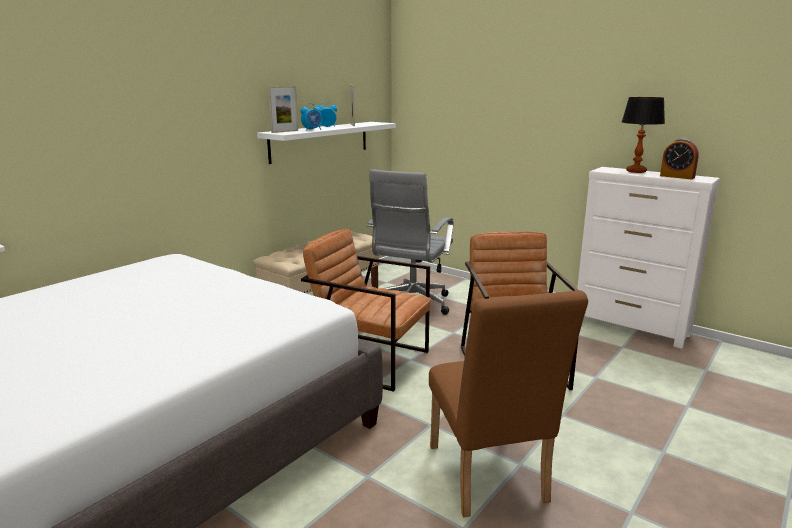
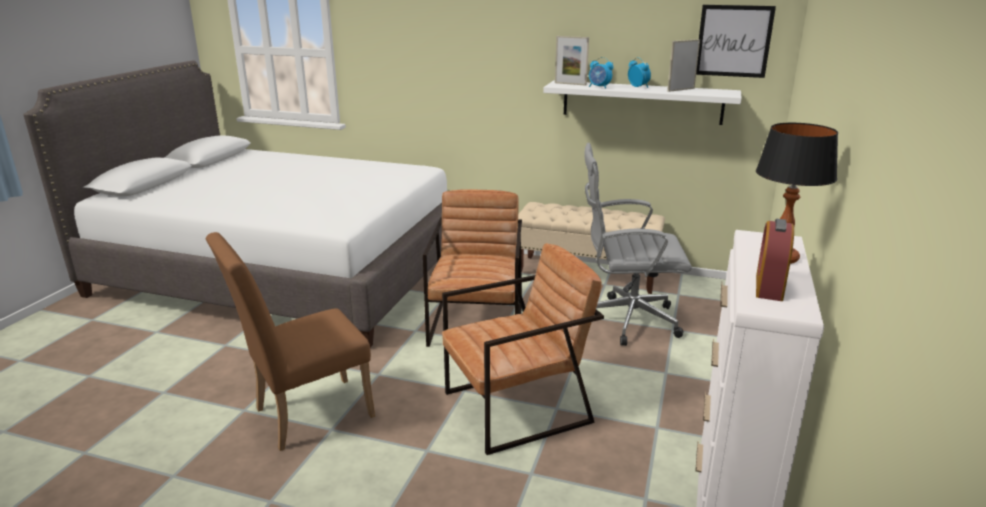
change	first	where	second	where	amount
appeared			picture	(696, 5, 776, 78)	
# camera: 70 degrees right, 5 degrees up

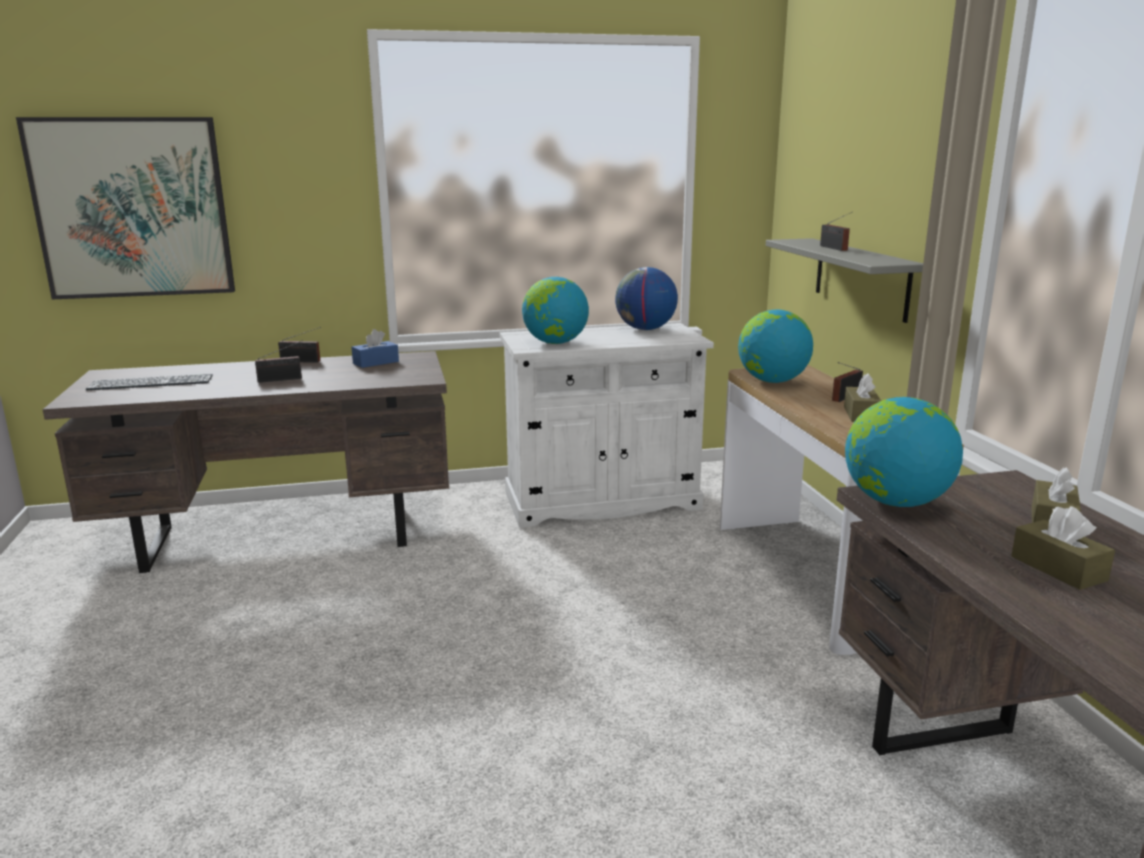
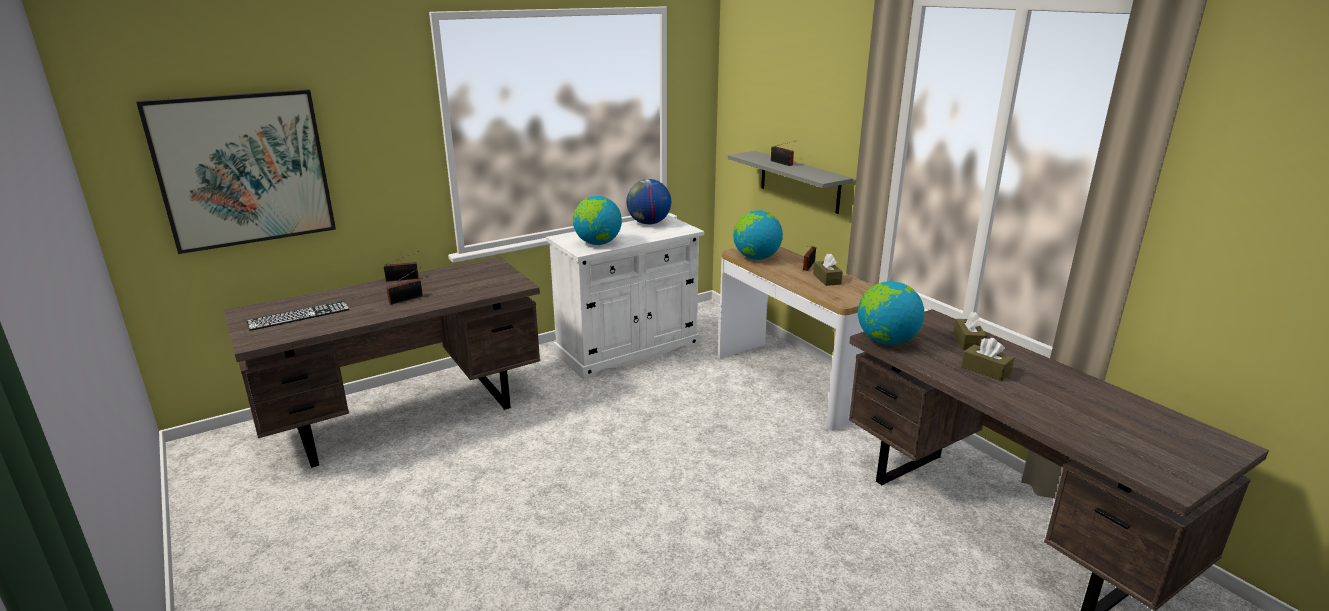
change	first	where	second	where	amount
missing	blue tissue box	(351, 329, 399, 368)			
# camera: 20 degrees left, 5 degrees up

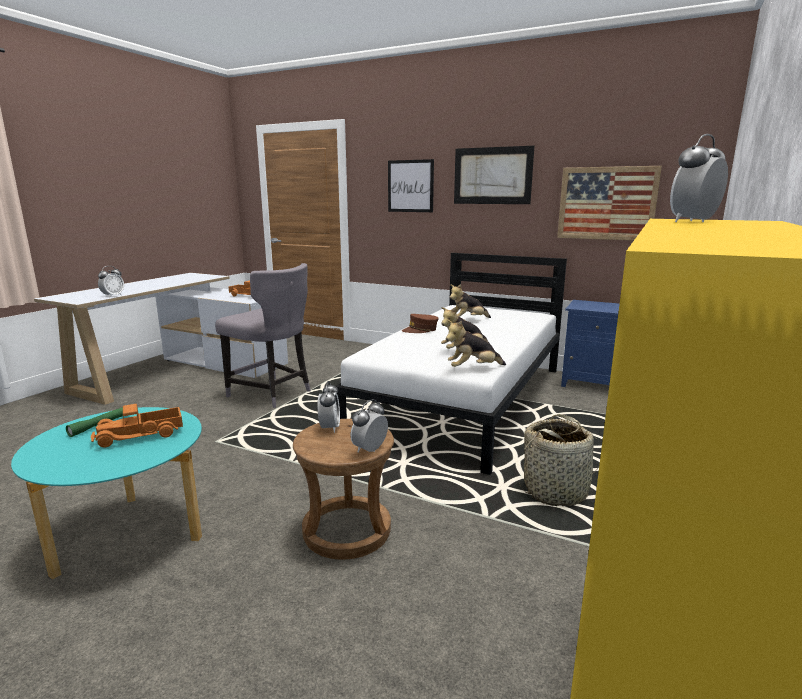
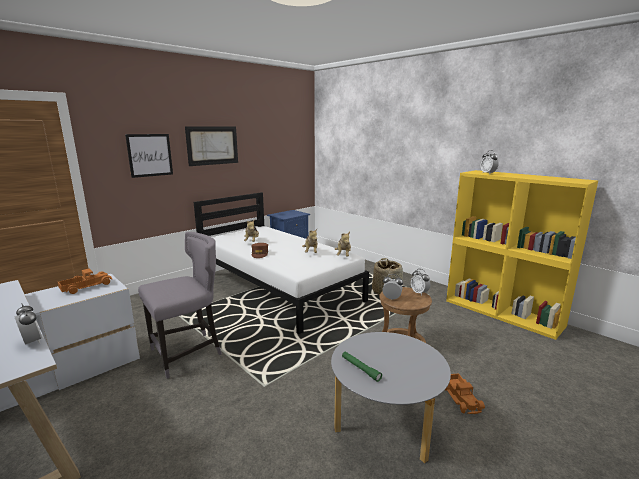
change	first	where	second	where	amount
missing	picture	(557, 166, 662, 241)			
relocated	toy truck	(91, 404, 183, 448)		(445, 373, 485, 414)	
colour	blue-green coffee table	(11, 407, 202, 580)	grey coffee table	(331, 332, 451, 463)	
# camera: 70 degrees left, 0 degrees up

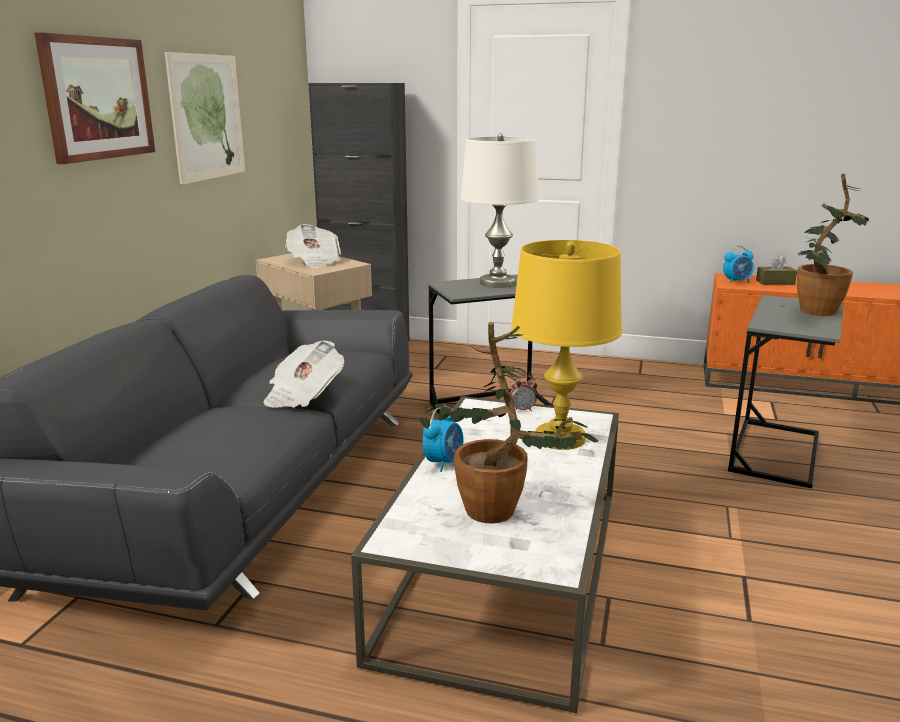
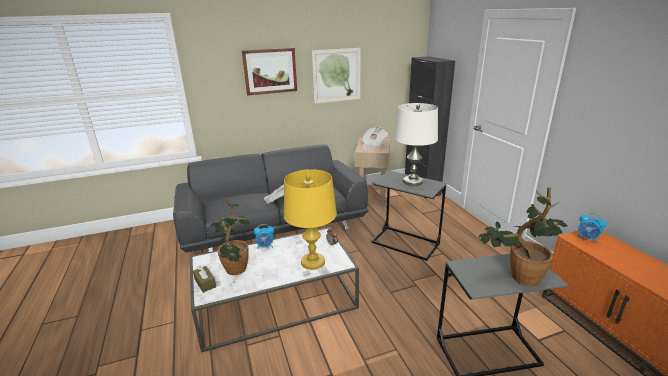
change	first	where	second	where	amount
relocated	brown tissue box	(756, 255, 797, 285)		(193, 266, 216, 293)	
# camera: 55 degrees right, 5 degrees up

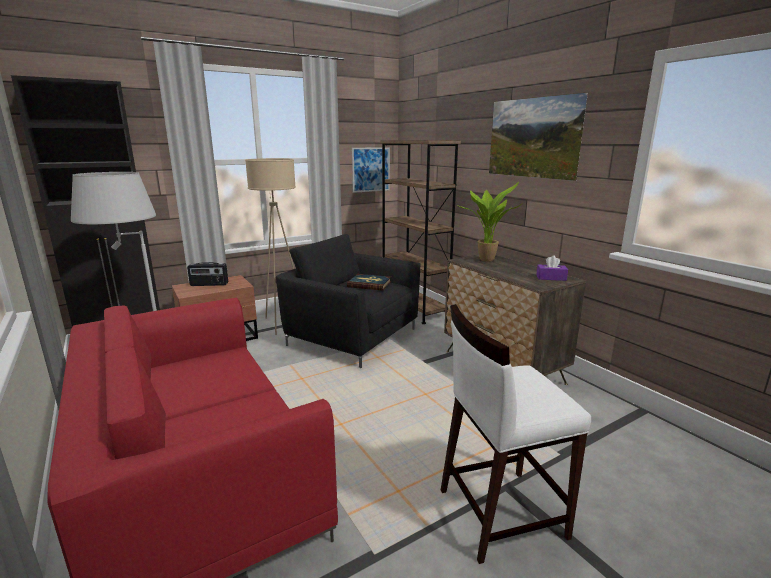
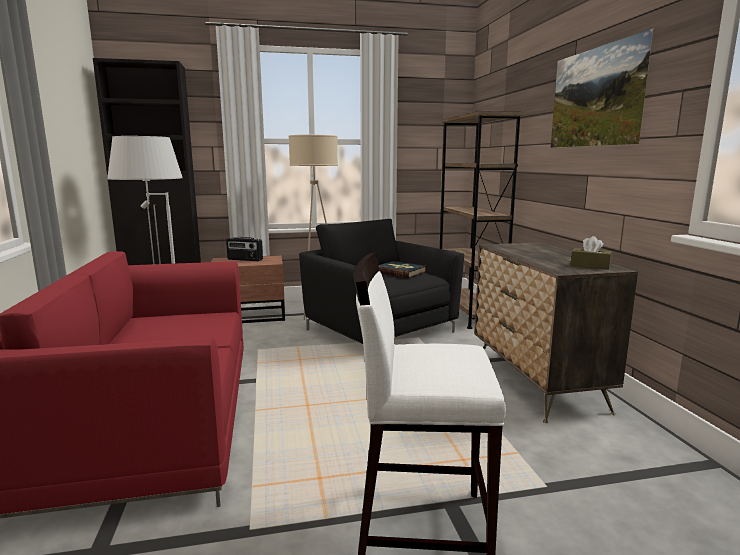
change	first	where	second	where	amount
missing	picture	(352, 147, 390, 193)			
missing	plant in a pot	(456, 182, 522, 262)			
colour	purplish tissue box	(536, 256, 568, 281)	brown tissue box	(570, 236, 612, 270)	
# camera: 20 degrees right, 5 degrees down

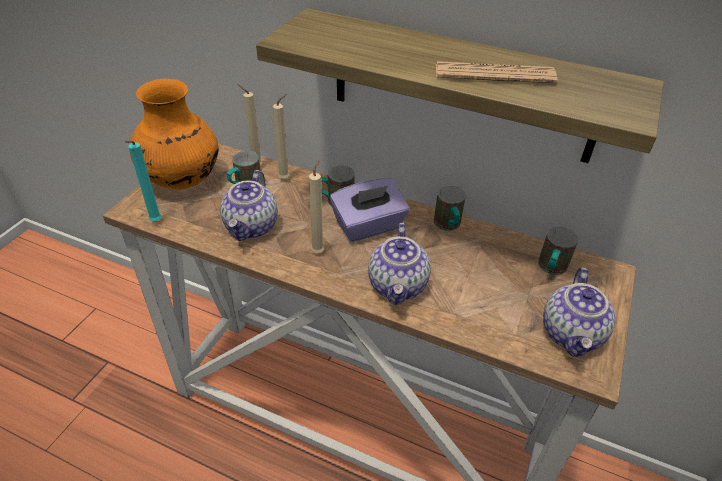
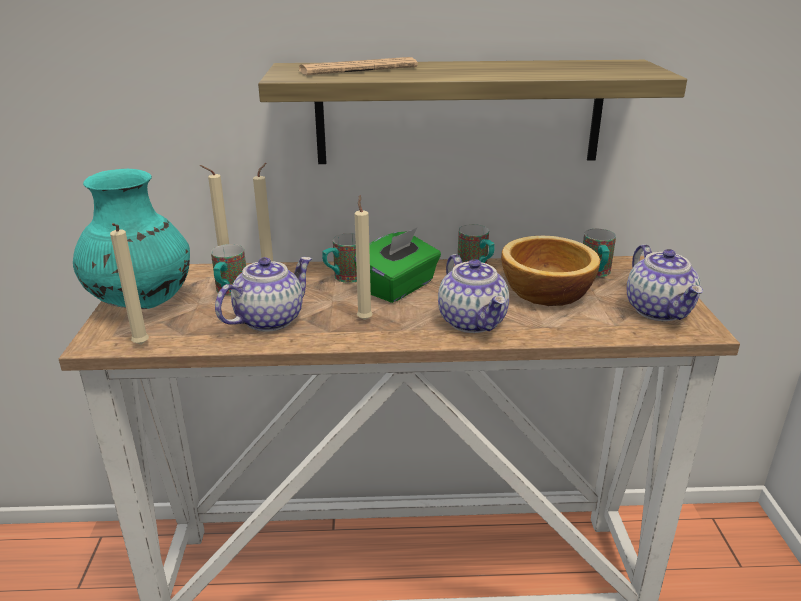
change	first	where	second	where	amount
relocated	printed paper	(436, 61, 558, 84)		(299, 57, 418, 75)	
colour	orange-coloured vase	(130, 79, 219, 189)	blue-green vase	(73, 169, 190, 309)	
colour	blue-green candle	(125, 141, 162, 221)	sand-coloured candle	(110, 223, 149, 345)	
spun	tea pot	(220, 170, 278, 241)		(215, 257, 312, 332)	120 degrees counterclockwise
colour	purplish tissue box	(330, 178, 409, 242)	greenish tissue box	(354, 228, 441, 303)	
appeared			deep dish	(501, 236, 600, 306)	
# camera: 25 degrees left, 15 degrees down

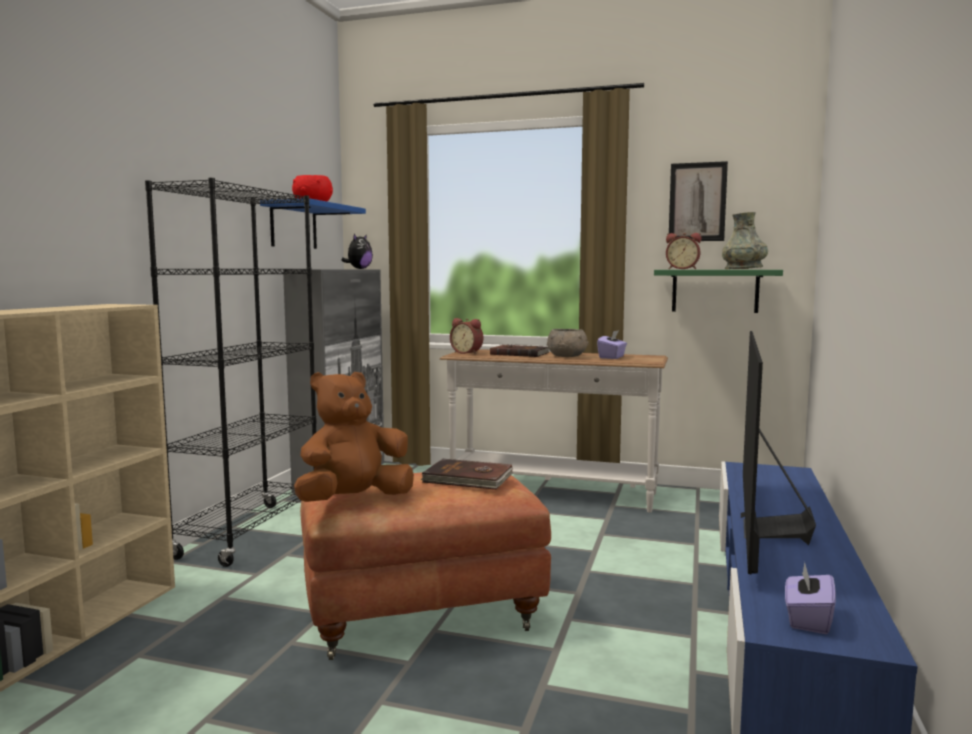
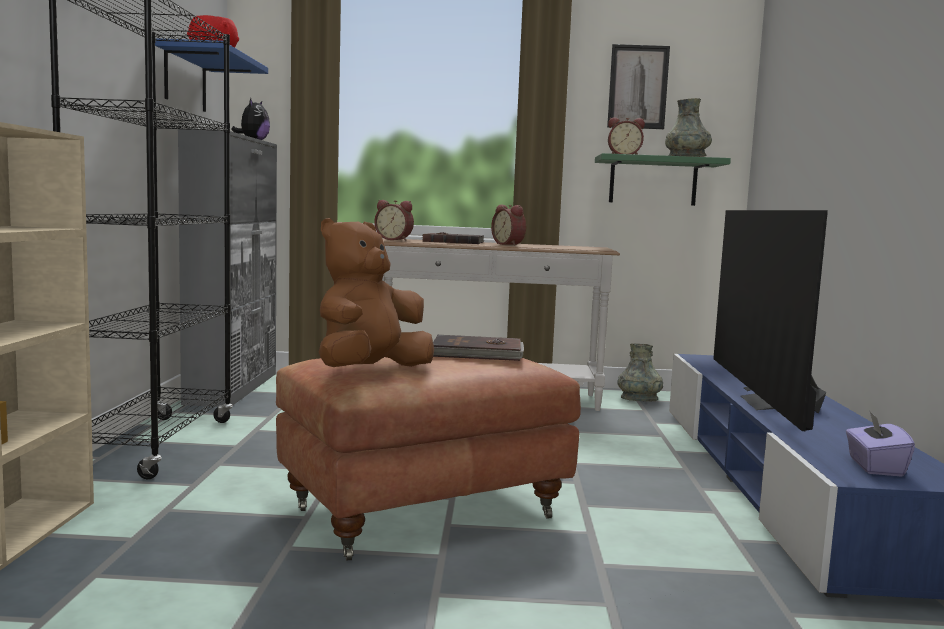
change	first	where	second	where	amount
exchanged	grey deep dish	(547, 329, 588, 357)	table clock	(491, 205, 526, 246)	
missing	purplish tissue box	(597, 330, 627, 359)			
appeared			grey vase	(618, 344, 663, 402)	
# camera: 15 degrees left, 0 degrees up

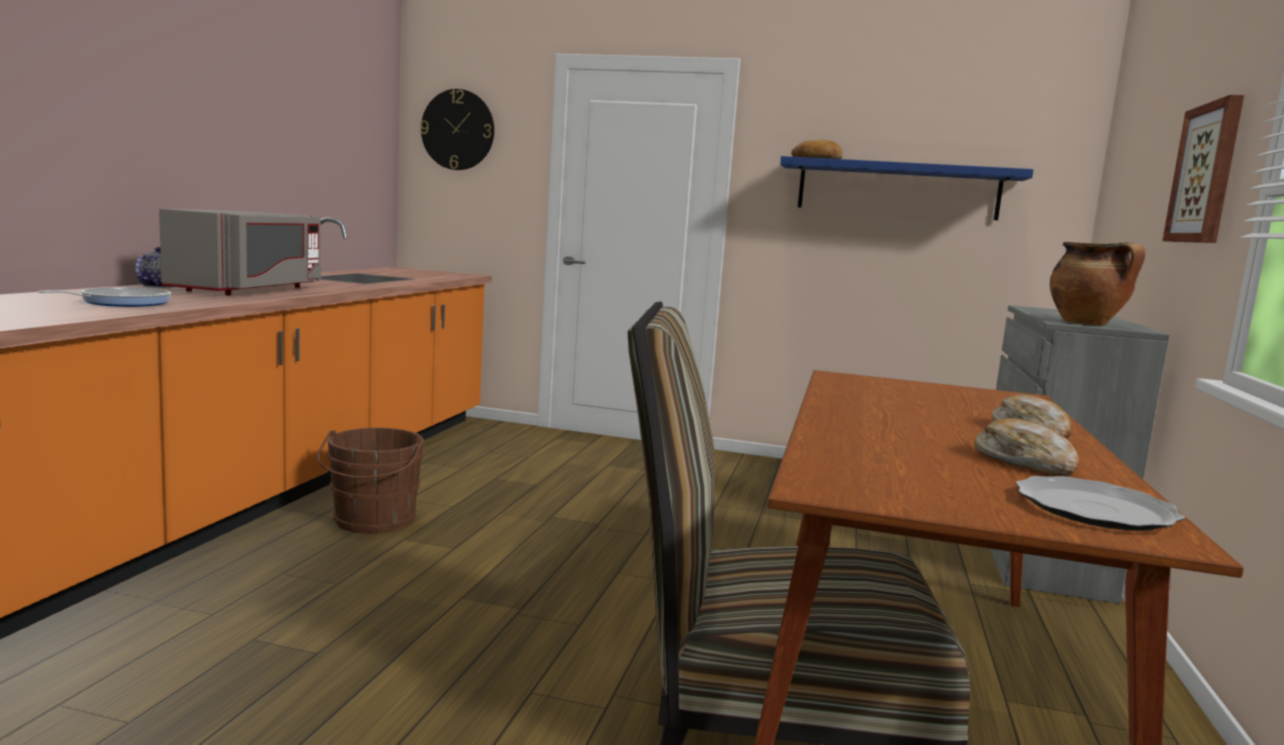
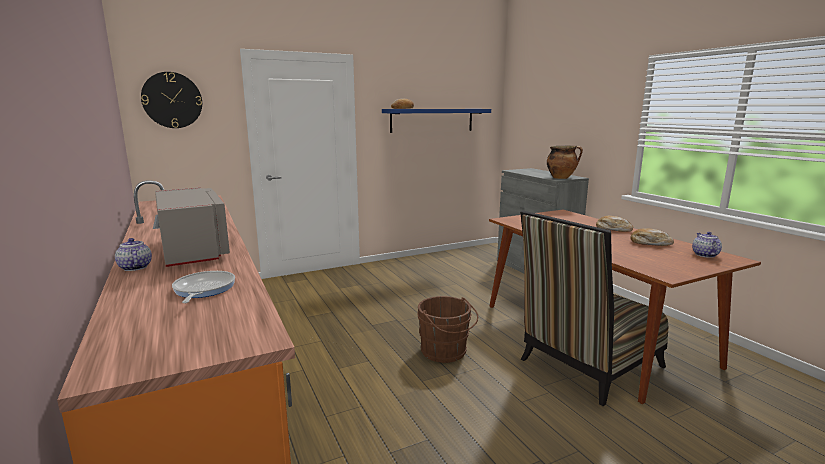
change	first	where	second	where	amount
missing	picture	(1162, 95, 1244, 243)			
relocated	brown pail	(317, 428, 424, 534)		(417, 296, 478, 363)	
exchanged	dinner plate	(1015, 476, 1185, 531)	tea pot	(692, 232, 722, 258)	
# camera: 40 degrees left, 5 degrees up

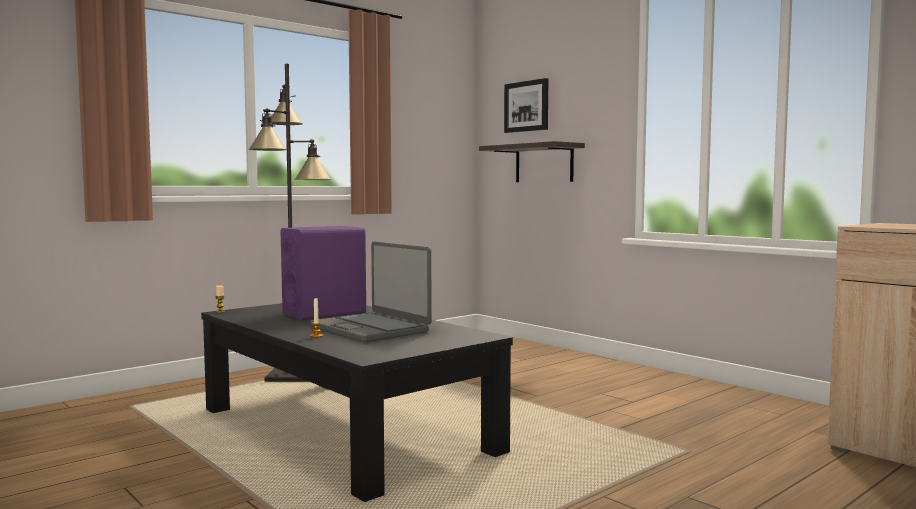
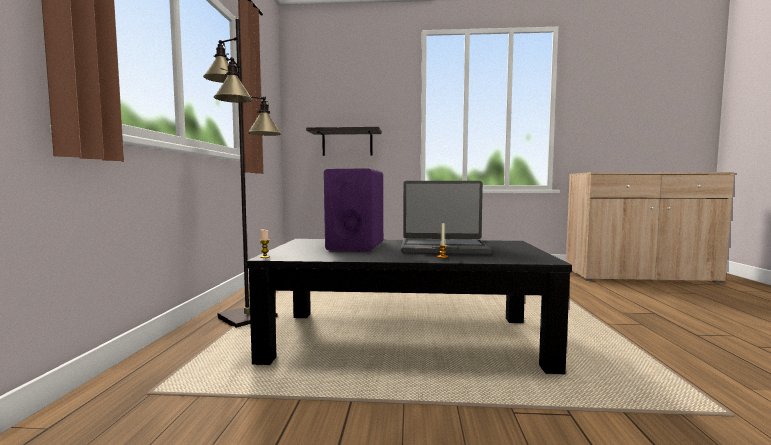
change	first	where	second	where	amount
missing	picture	(504, 78, 548, 133)			
# camera: 45 degrees left, 0 degrees up

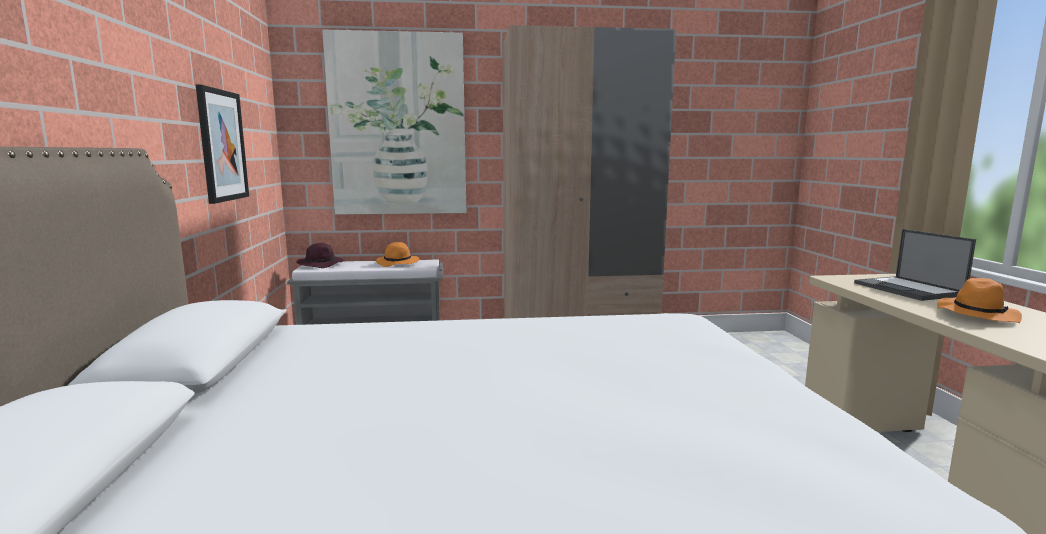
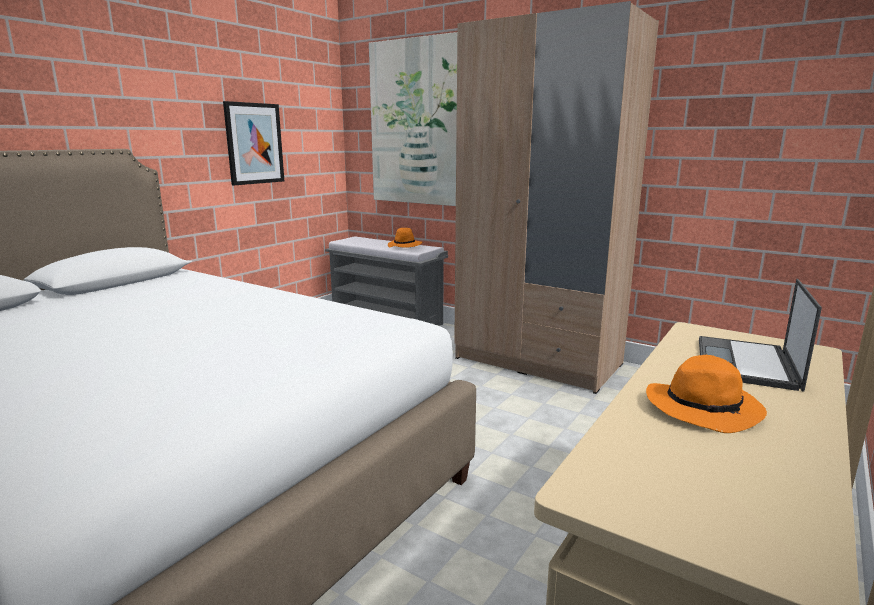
change	first	where	second	where	amount
missing	purplish clothing hat	(296, 243, 344, 268)			
# camera: 40 degrees right, 5 degrees up

